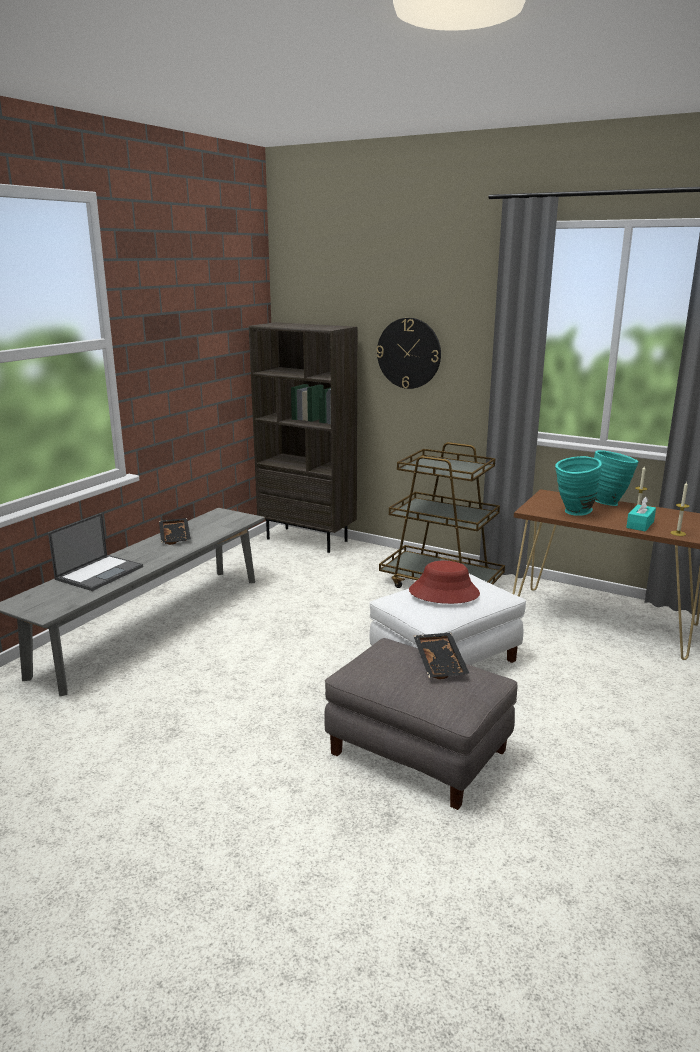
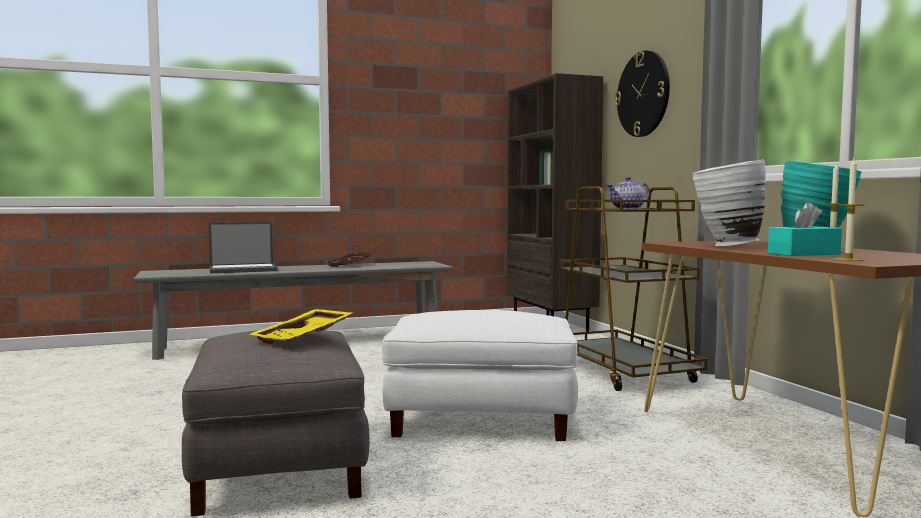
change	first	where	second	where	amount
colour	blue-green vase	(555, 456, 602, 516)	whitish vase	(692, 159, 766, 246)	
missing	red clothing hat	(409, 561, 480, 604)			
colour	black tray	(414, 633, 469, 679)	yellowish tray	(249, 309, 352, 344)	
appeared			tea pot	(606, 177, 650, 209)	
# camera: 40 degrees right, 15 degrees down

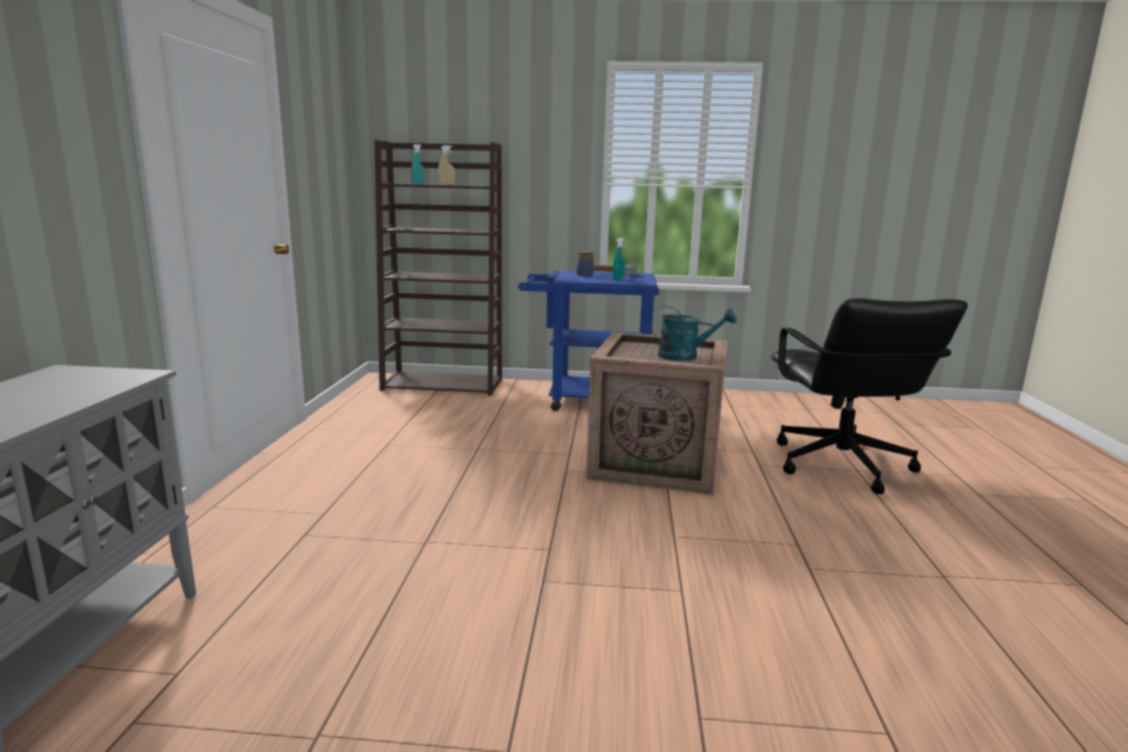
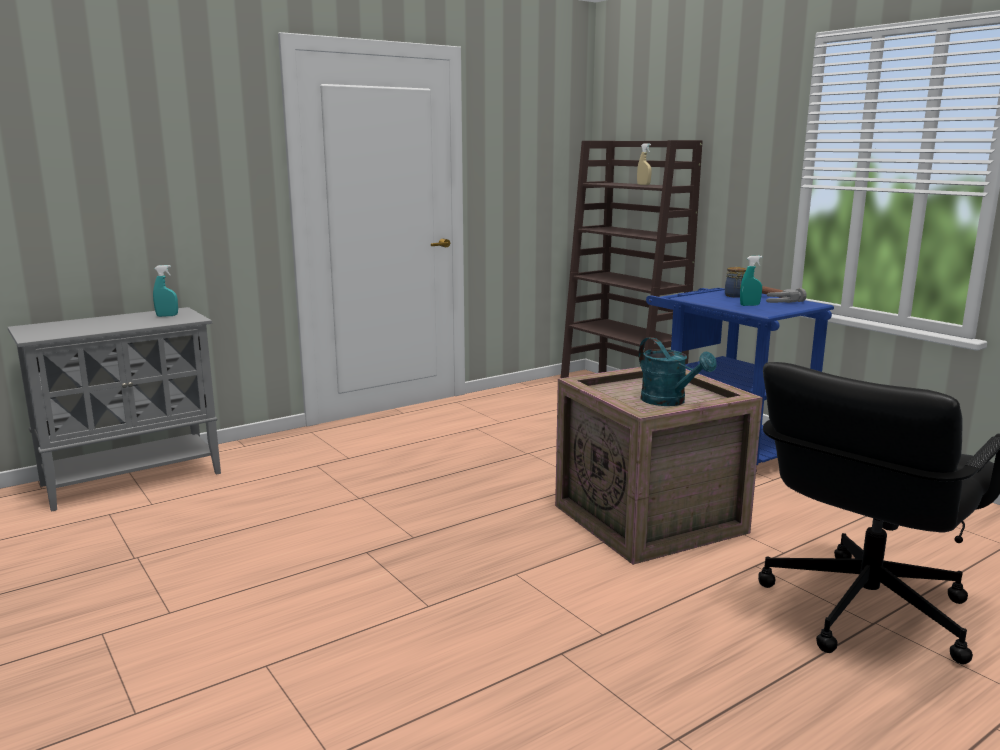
change	first	where	second	where	amount
relocated	blue-green sprayer	(412, 144, 424, 184)		(153, 265, 178, 317)	
# camera: 50 degrees right, 0 degrees up

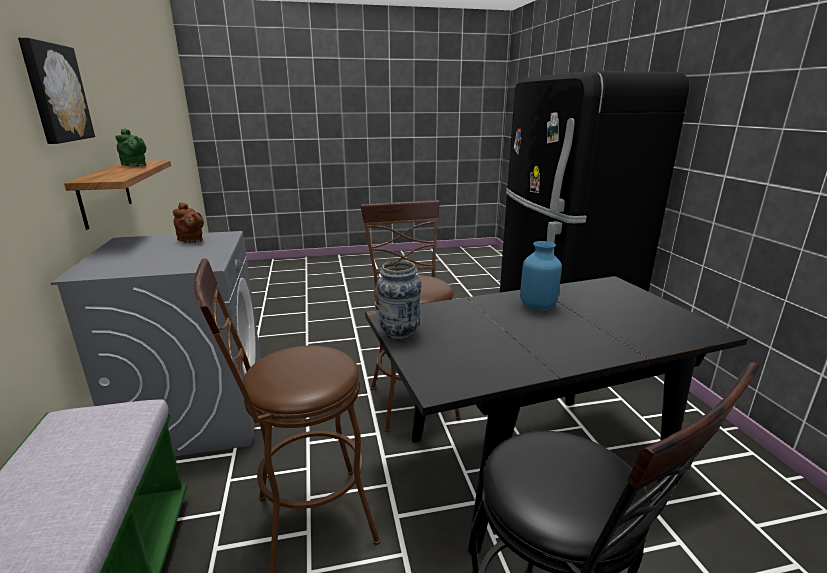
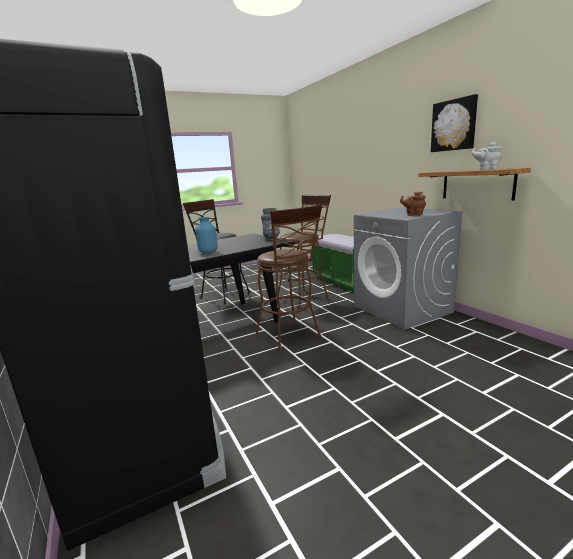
change	first	where	second	where	amount
colour	greenish tea pot	(115, 129, 146, 166)	grey tea pot	(471, 142, 502, 170)	
# camera: 165 degrees right, 5 degrees down

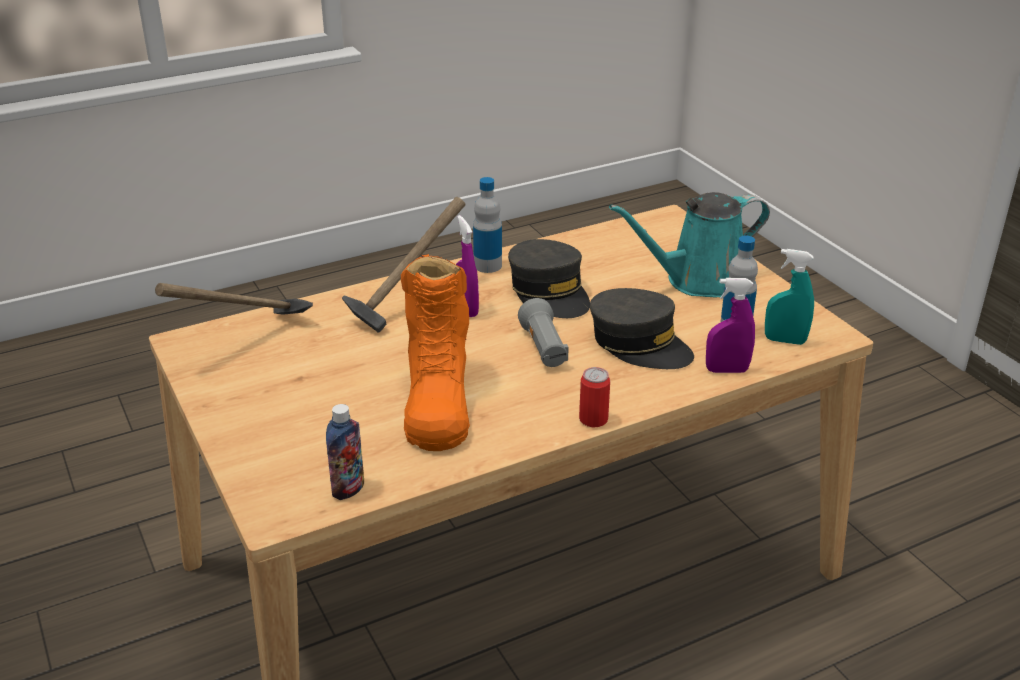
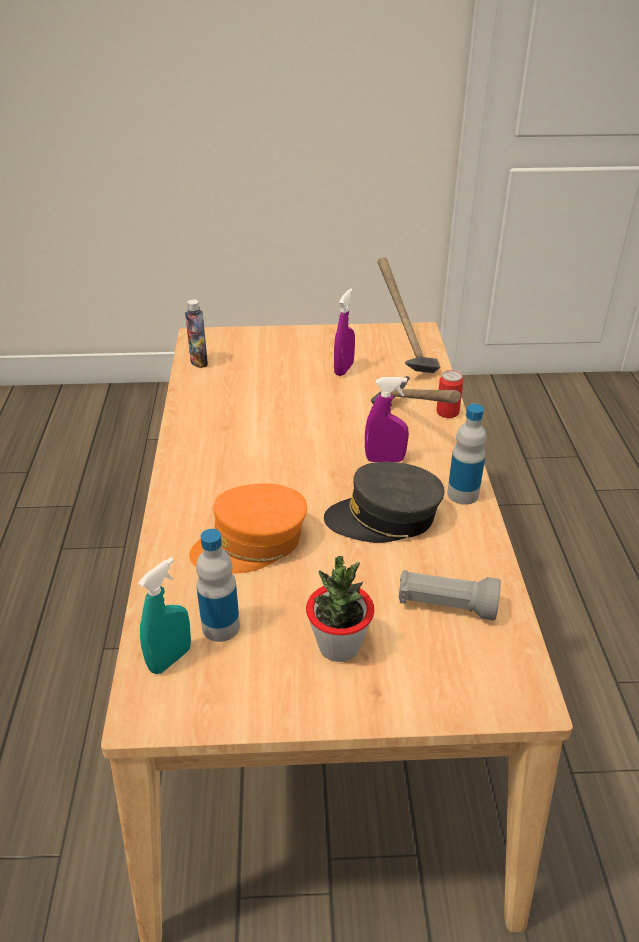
change	first	where	second	where	amount
exchanged	blue-green watering pot	(609, 192, 770, 297)	plant in a pot	(306, 556, 374, 662)	
missing	orange-coloured tall boot	(401, 254, 470, 451)			
relocated	purplish sprayer	(706, 278, 755, 373)		(334, 288, 355, 376)	
colour	grey cap	(590, 288, 694, 369)	orange-coloured cap	(189, 483, 307, 574)	
relocated	grey torch	(518, 298, 569, 367)		(399, 570, 501, 621)	
relocated	can	(579, 367, 610, 427)		(436, 370, 463, 418)	
# camera: 115 degrees right, 5 degrees up

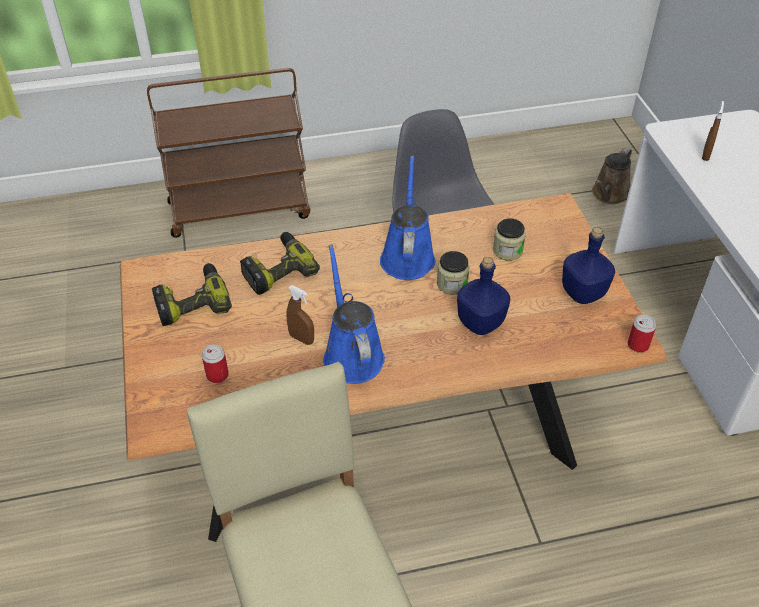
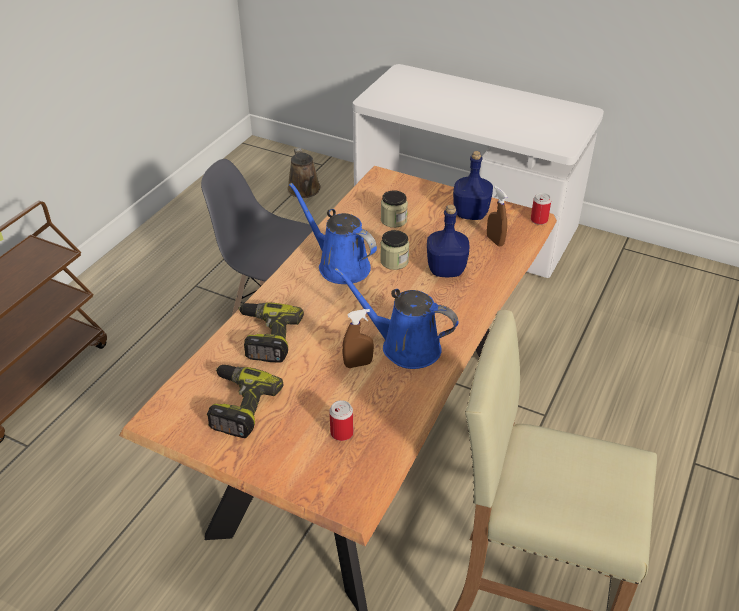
change	first	where	second	where	amount
relocated	brown sprayer	(702, 101, 724, 161)		(487, 186, 507, 247)	
# camera: 50 degrees left, 5 degrees down

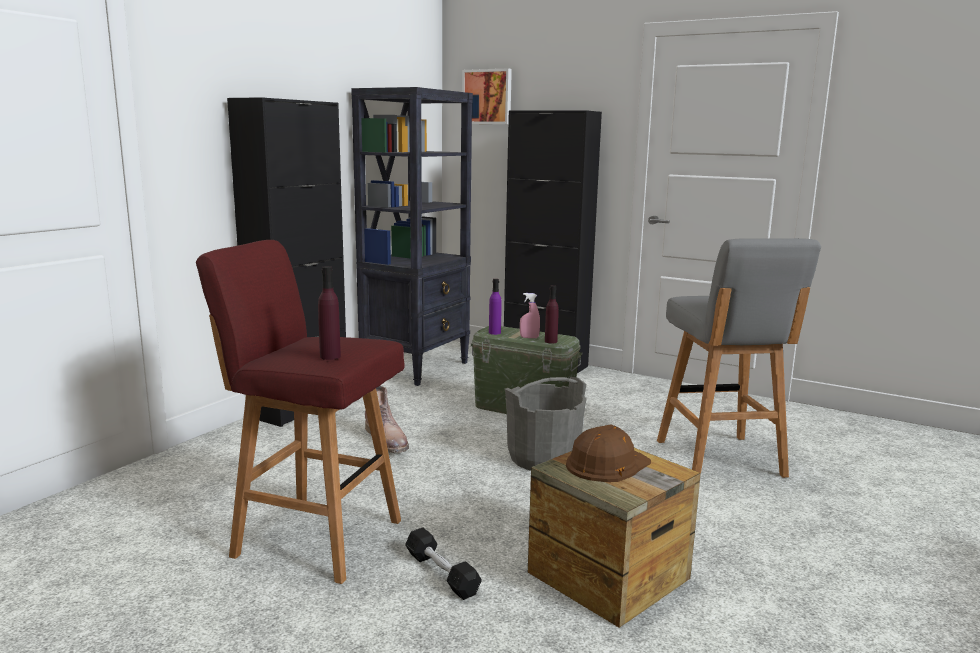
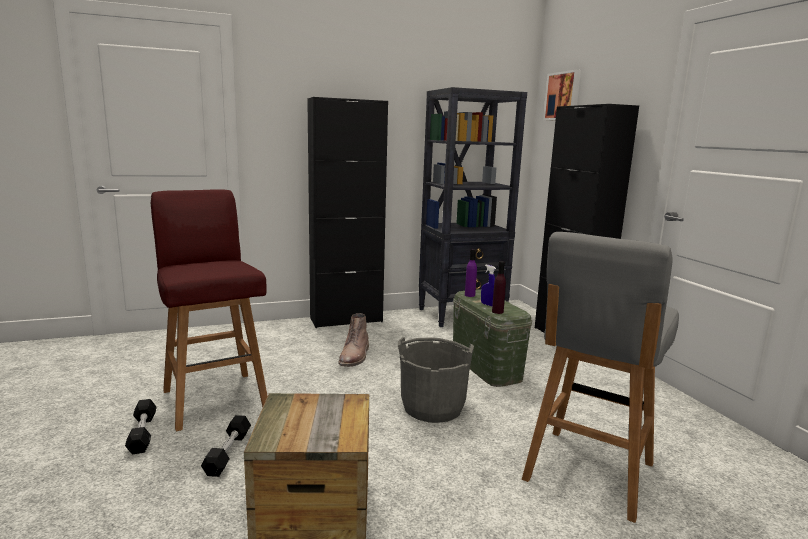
change	first	where	second	where	amount
missing	purplish beverage bottle	(318, 266, 341, 360)			
colour	pink-coloured sprayer	(520, 293, 540, 338)	blue sprayer	(481, 264, 496, 306)	
missing	brown hard hat	(566, 425, 651, 482)			
appeared			black hand weight	(125, 399, 157, 455)	
# camera: 40 degrees right, 0 degrees up

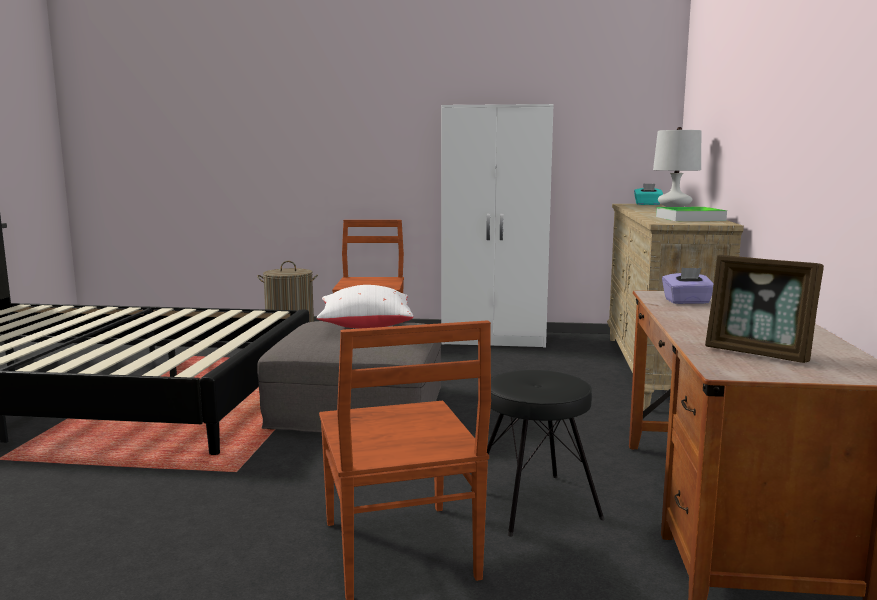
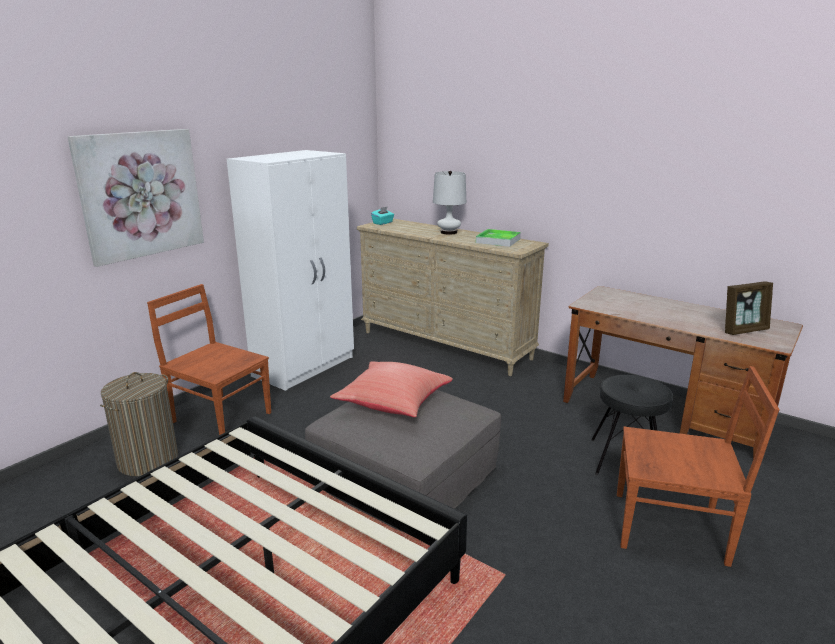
change	first	where	second	where	amount
missing	purplish tissue box	(662, 268, 714, 304)			
colour	whitish cushion	(317, 285, 413, 329)	red cushion	(330, 361, 453, 417)	
appeared			picture	(68, 129, 204, 267)	
# camera: 60 degrees left, 10 degrees up

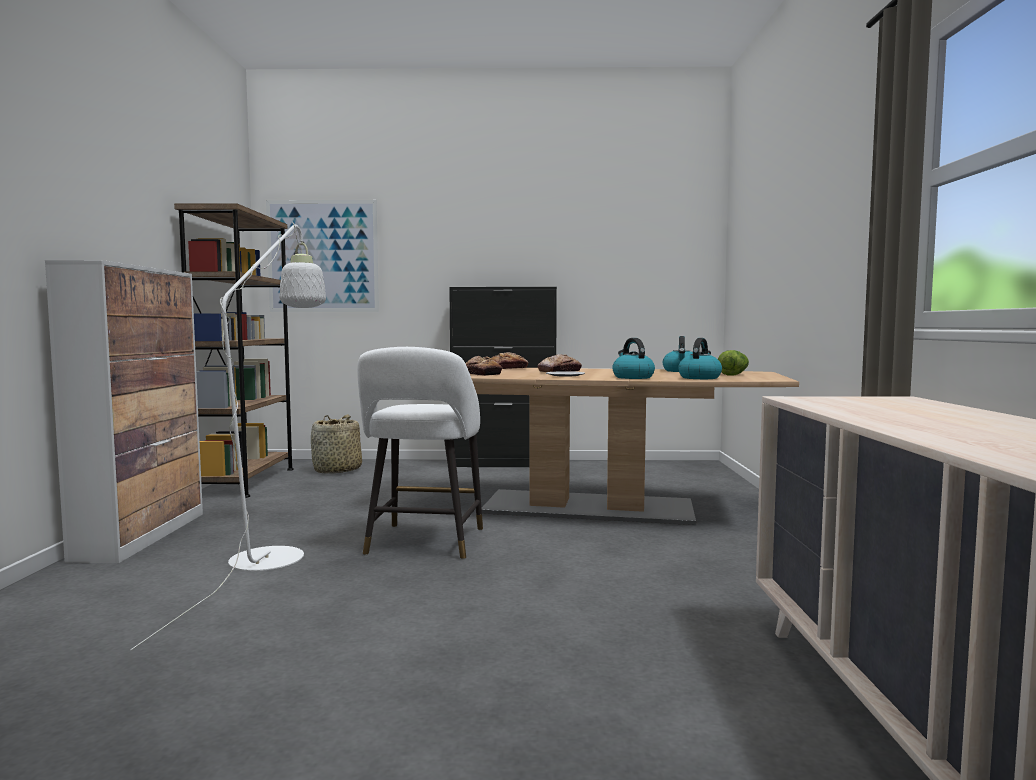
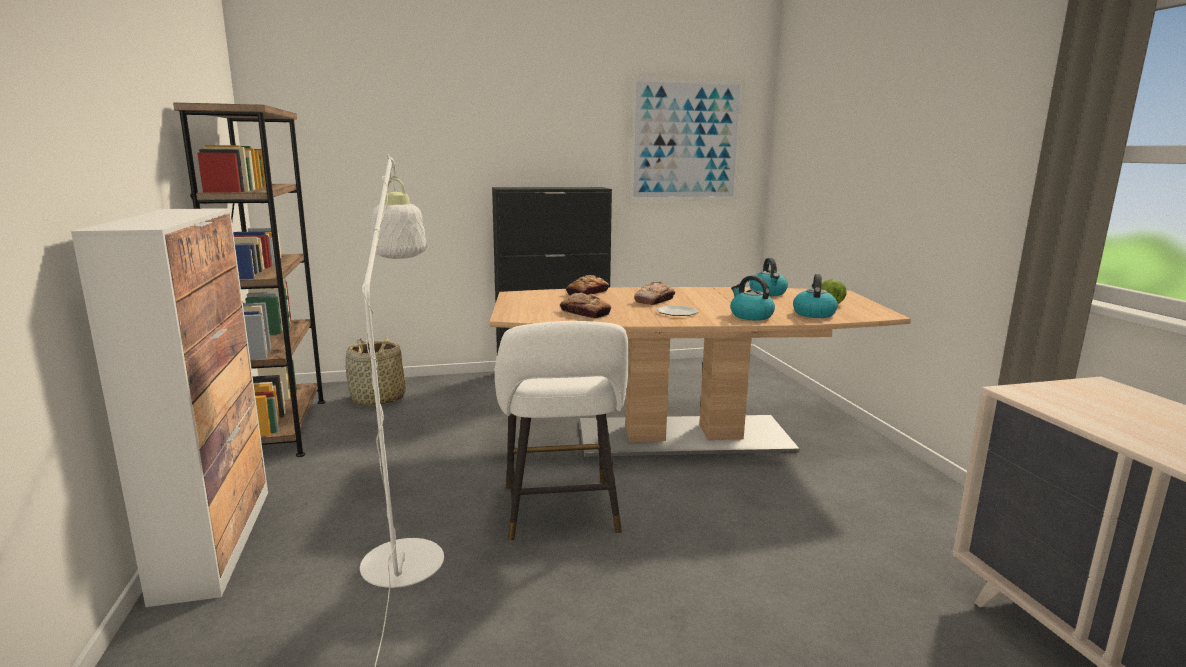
change	first	where	second	where	amount
relocated	picture	(266, 200, 379, 312)		(629, 77, 745, 201)	
# camera: 15 degrees left, 10 degrees up

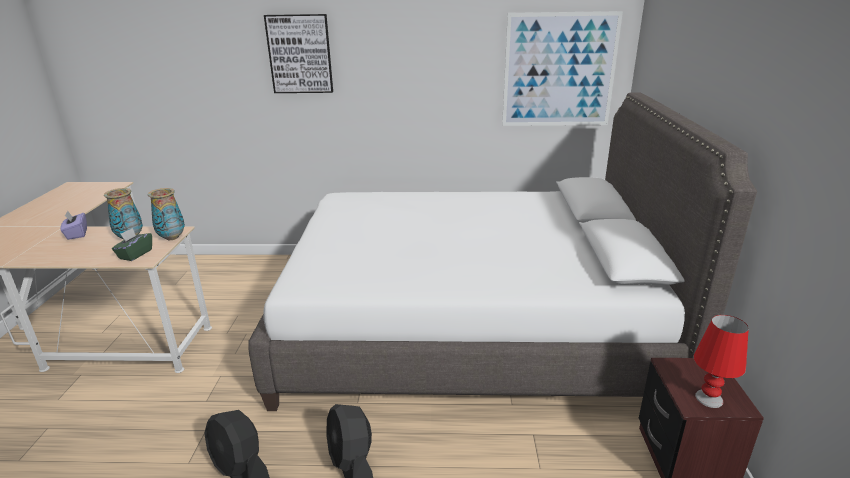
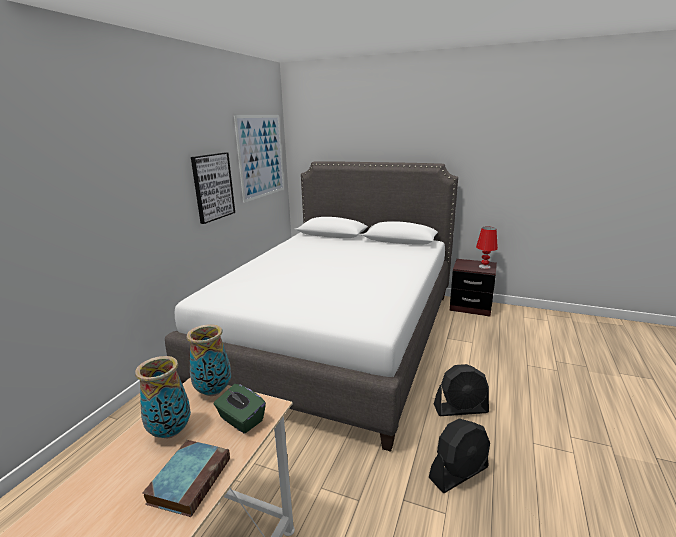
change	first	where	second	where	amount
relocated	picture	(264, 14, 333, 93)		(191, 153, 235, 224)	
missing	purplish tissue box	(60, 211, 87, 240)			
appeared			volume	(142, 440, 230, 517)	
# camera: 70 degrees left, 5 degrees down

